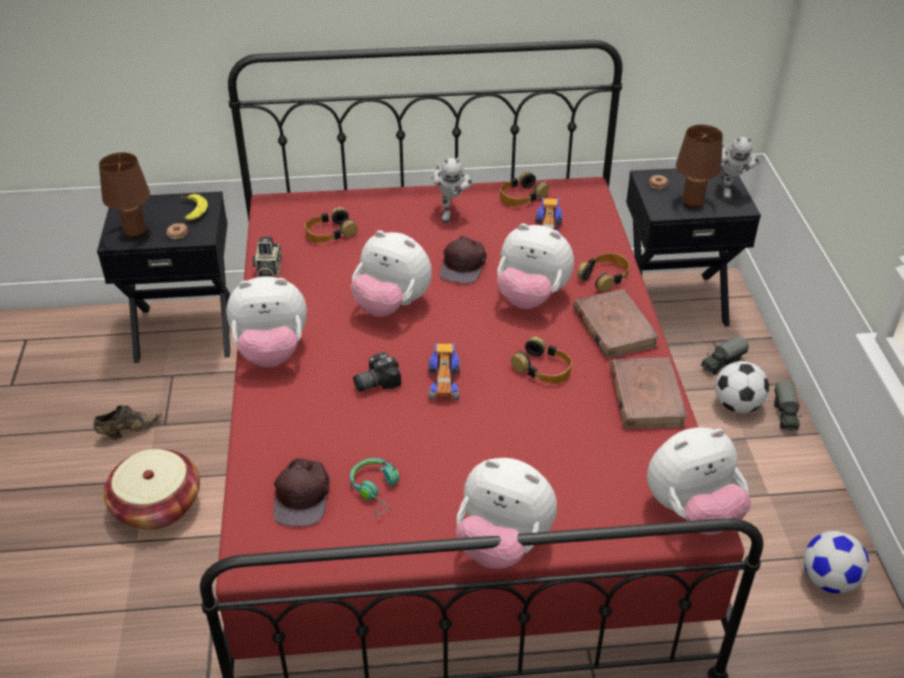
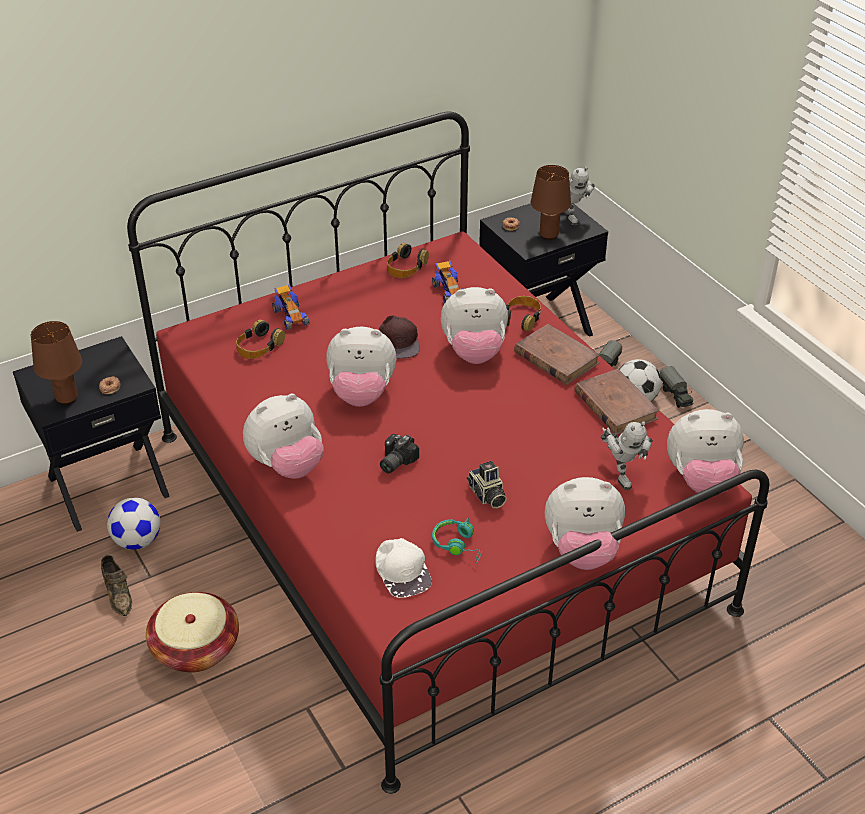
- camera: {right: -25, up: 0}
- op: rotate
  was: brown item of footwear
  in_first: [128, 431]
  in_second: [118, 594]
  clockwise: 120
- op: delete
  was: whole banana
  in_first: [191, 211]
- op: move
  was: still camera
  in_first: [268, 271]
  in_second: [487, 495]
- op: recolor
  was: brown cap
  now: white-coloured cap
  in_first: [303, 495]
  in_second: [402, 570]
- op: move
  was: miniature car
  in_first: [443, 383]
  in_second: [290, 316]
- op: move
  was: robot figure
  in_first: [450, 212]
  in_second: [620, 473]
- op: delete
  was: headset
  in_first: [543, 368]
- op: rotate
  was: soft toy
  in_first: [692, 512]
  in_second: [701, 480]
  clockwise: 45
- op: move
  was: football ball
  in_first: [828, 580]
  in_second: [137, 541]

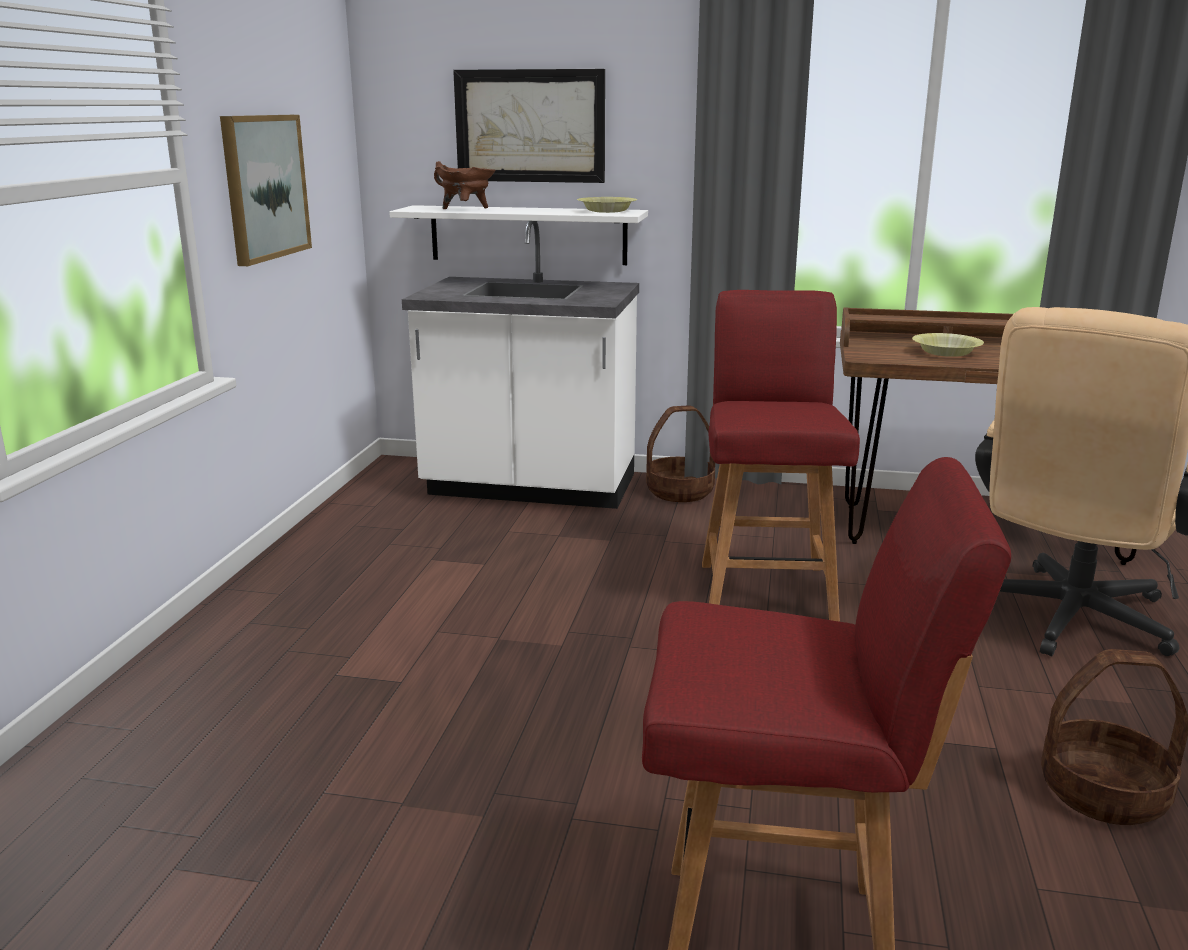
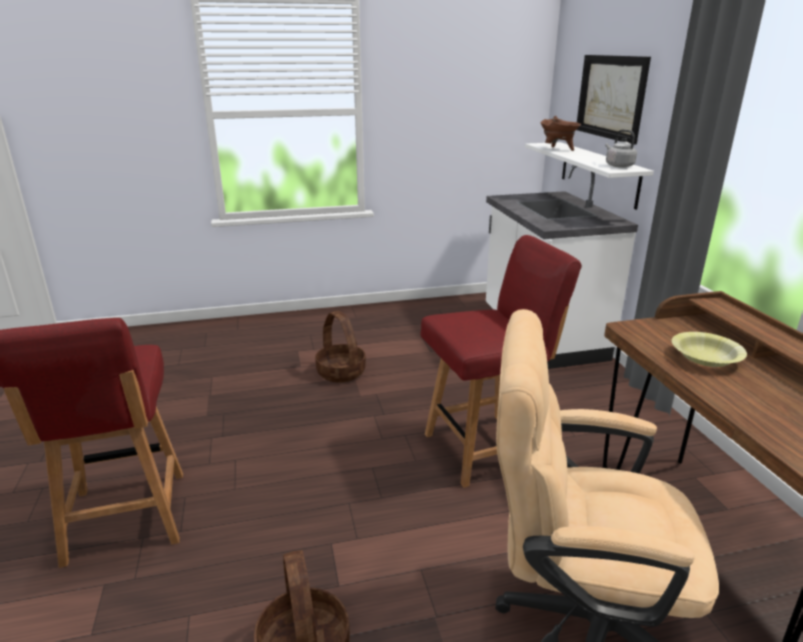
- camera: {right: 65, up: 5}
- op: delete
  was: picture
  in_first: [264, 187]
- op: replace
  was: yellow bowl
  now: gray kettle
  in_first: [607, 211]
  in_second: [618, 166]
- op: move
  was: storage basket
  in_first: [680, 492]
  in_second: [341, 372]

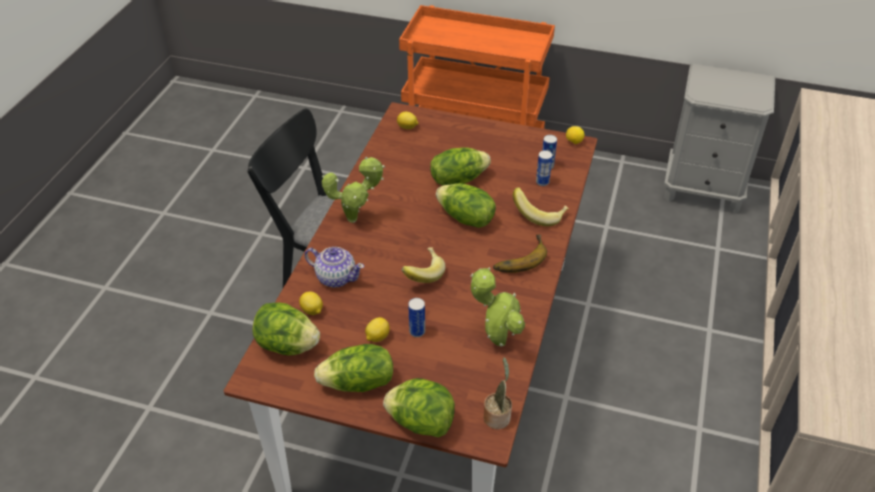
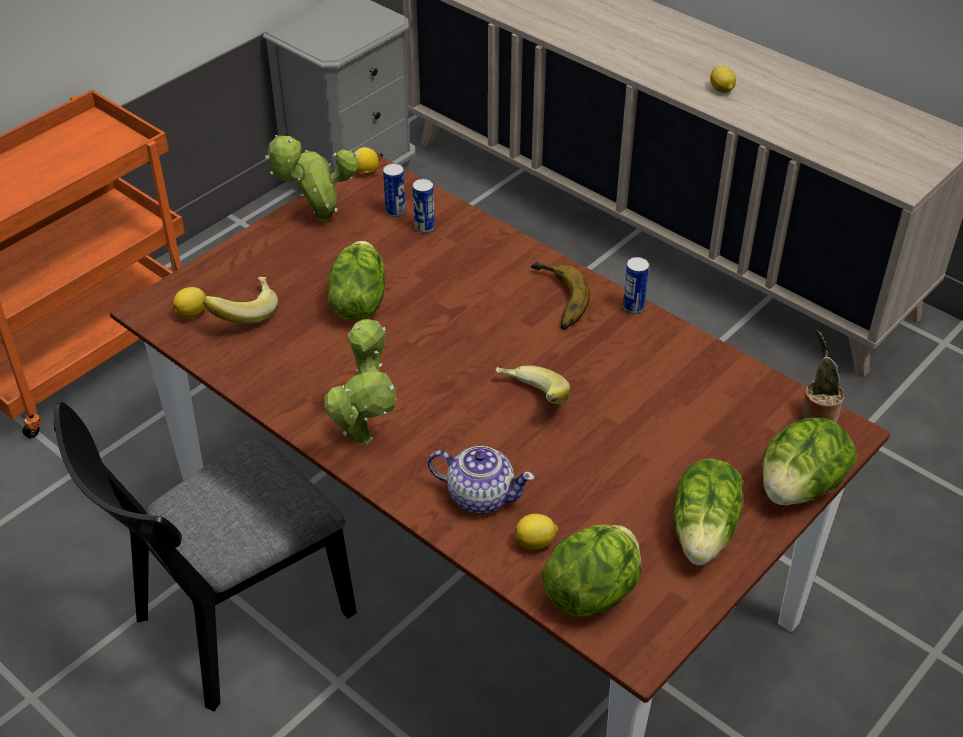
- camera: {right: -65, up: 0}
- op: rotate
  was: teapot
  in_first: [336, 277]
  in_second: [480, 495]
  clockwise: 60
- op: move
  was: lemon
  in_first: [377, 337]
  in_second: [721, 90]
- op: move
  was: can
  in_first: [417, 331]
  in_second: [633, 307]
- op: delete
  was: lettuce head
  in_first: [465, 218]
- op: move
  was: plant in a pot
  in_first: [496, 340]
  in_second: [318, 219]
- op: move
  was: whole banana
  in_first: [539, 215]
  in_second: [244, 313]

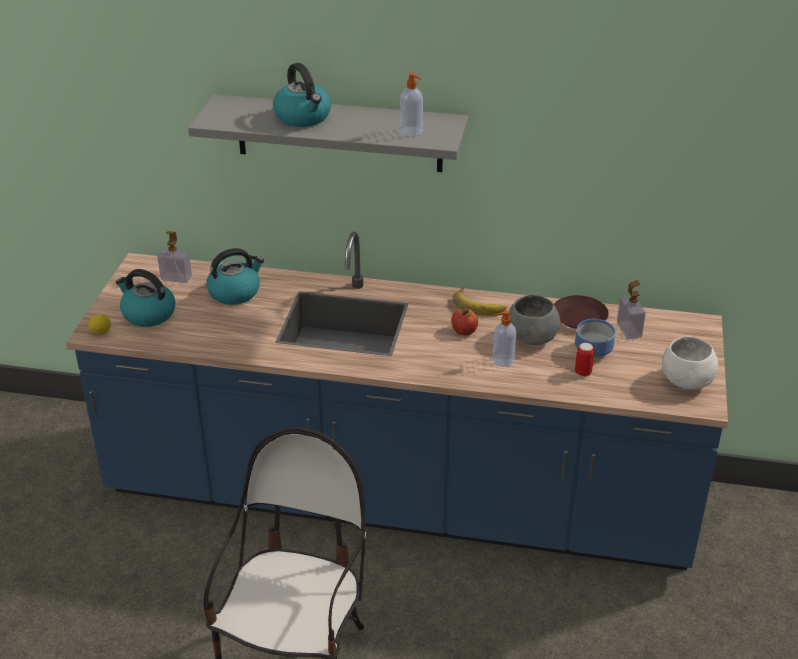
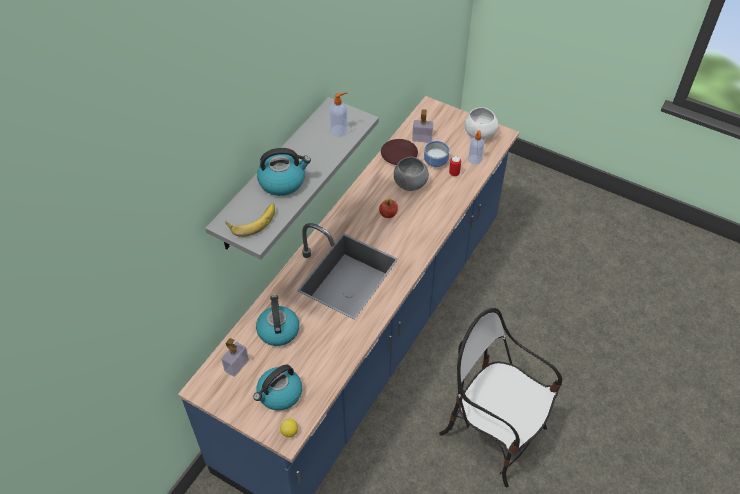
- camera: {right: -70, up: 15}
- op: move
  was: whole banana
  in_first: [479, 304]
  in_second: [252, 220]
- op: move
  was: soap bottle
  in_first: [502, 360]
  in_second: [475, 160]

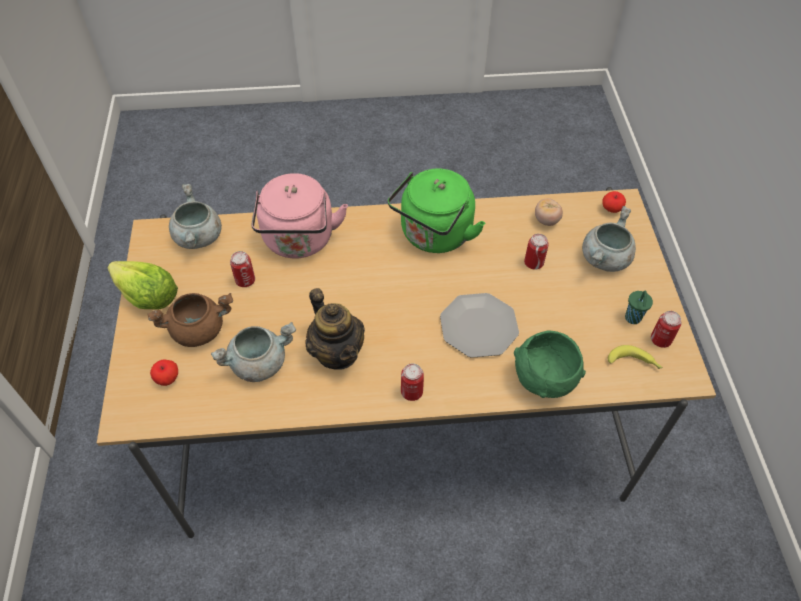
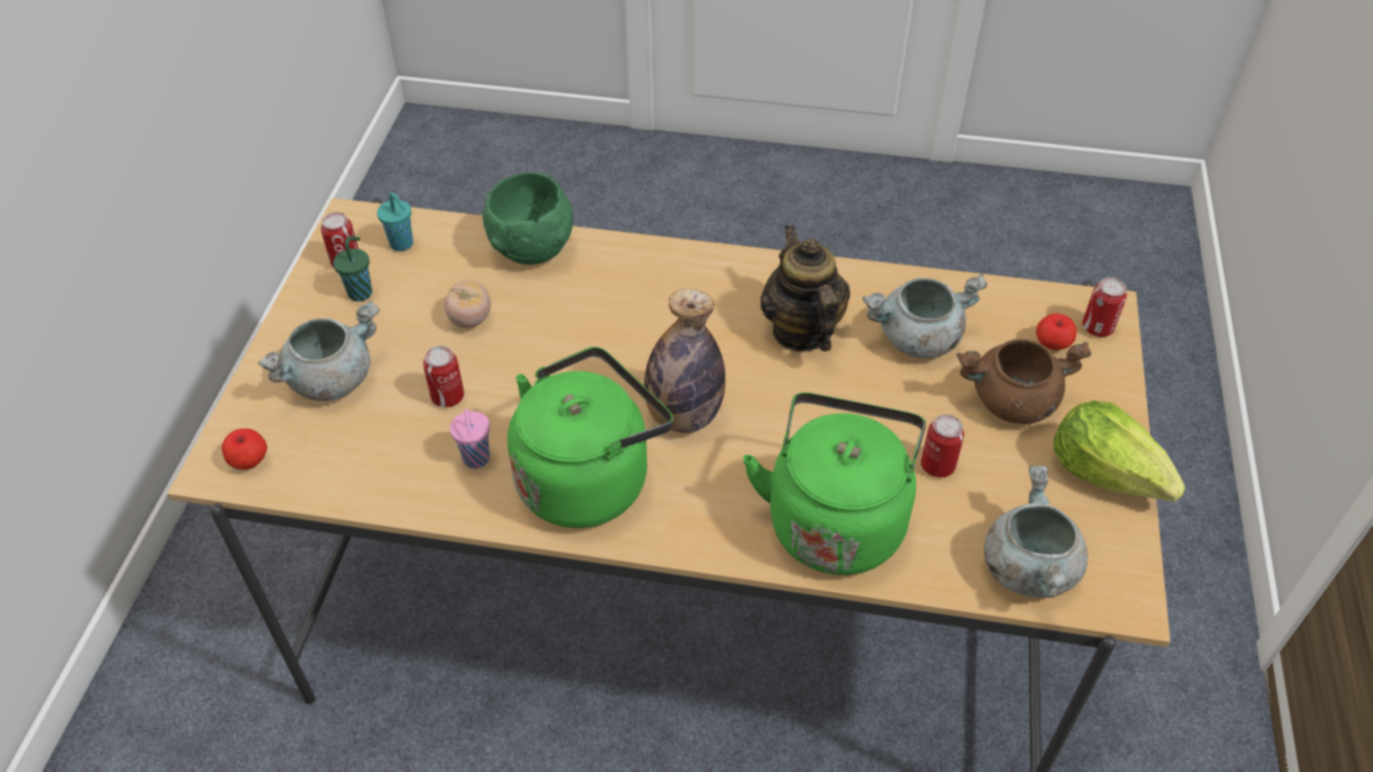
- camera: {right: -165, up: -5}
- op: recolor
  was: pinkish kettle
  now: green kettle
  in_first: [299, 241]
  in_second: [836, 519]
- op: move
  was: can
  in_first: [411, 392]
  in_second: [1097, 328]
- op: delete
  was: flat dish
  in_first: [478, 326]
- op: move
  was: fresh tomato
  in_first: [546, 220]
  in_second: [470, 319]
- op: replace
  was: whole banana
  now: blue-green drinking cup
  in_first: [634, 363]
  in_second: [402, 244]
- op: insert
  now: pinkish drinking cup
  in_second: [476, 460]
- op: insert
  now: bottle
  in_second: [683, 416]

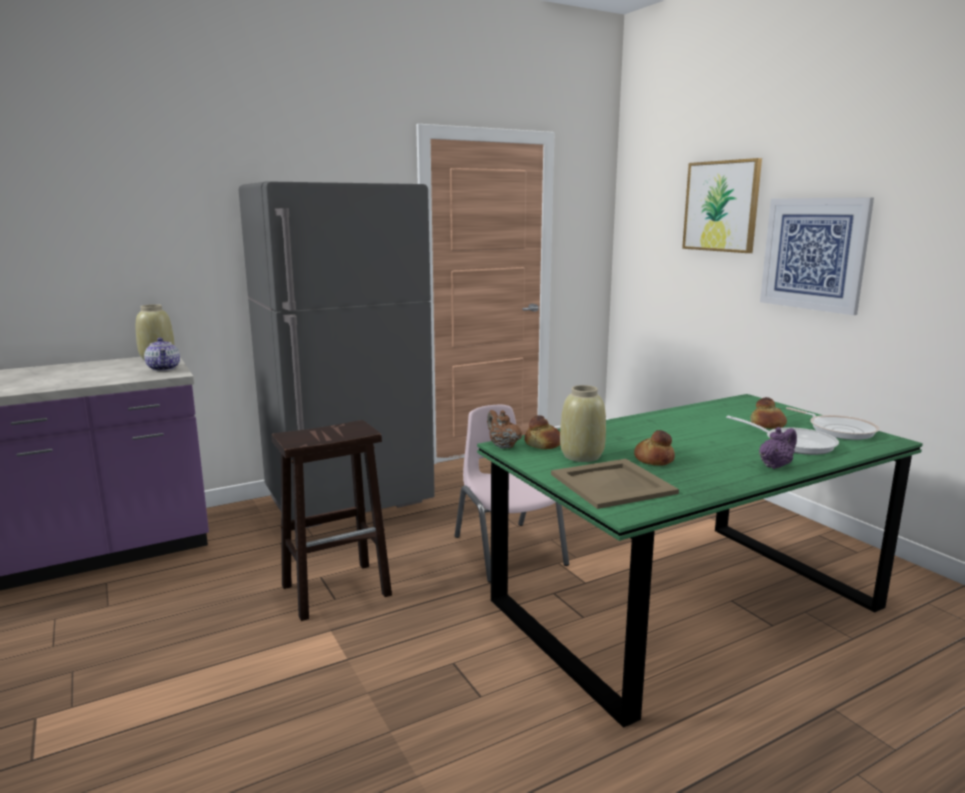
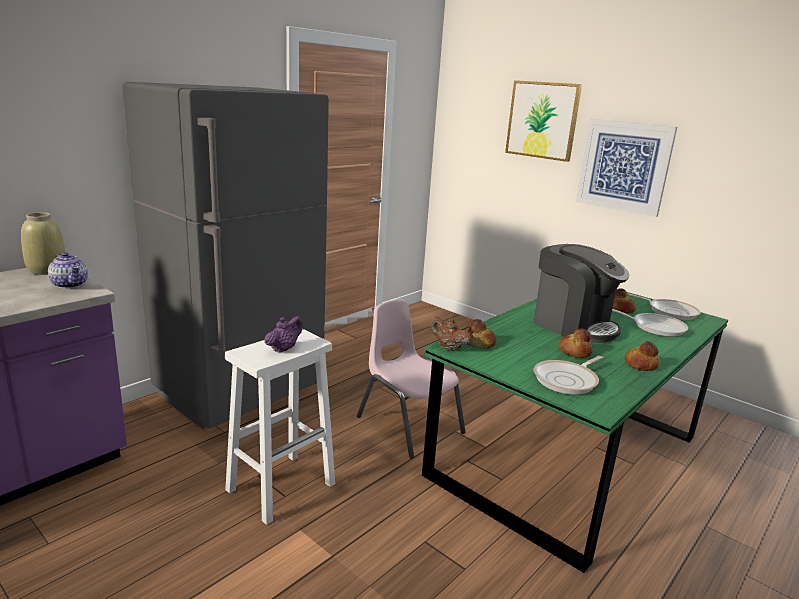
- camera: {right: -20, up: 5}
- op: recolor
  was: brown stool
  now: white-coloured stool
  in_first: [337, 590]
  in_second: [282, 486]
- op: replace
  was: beige-coloured tray
  now: skillet
  in_first: [613, 484]
  in_second: [568, 380]
- op: delete
  was: beige-coloured decorative vase
  in_first: [581, 456]
- op: move
  was: purple teapot
  in_first: [775, 466]
  in_second: [283, 349]
- op: insert
  now: coffee maker
  in_second: [573, 325]
- op: insert
  now: baked bread
  in_second: [640, 364]

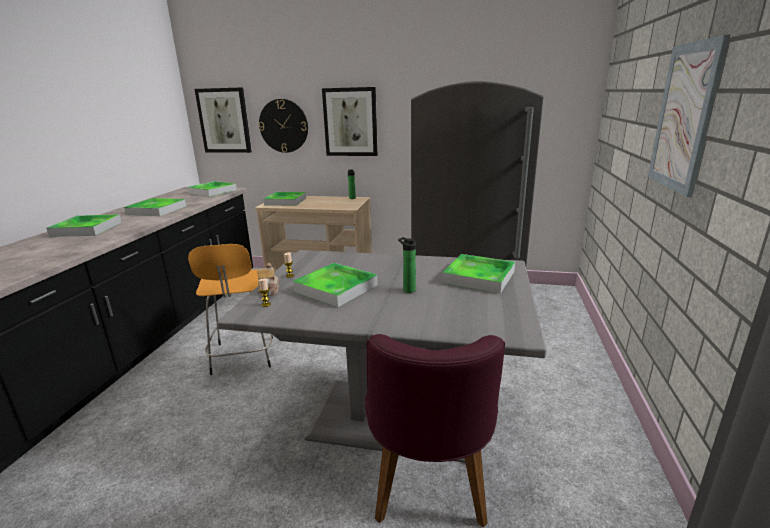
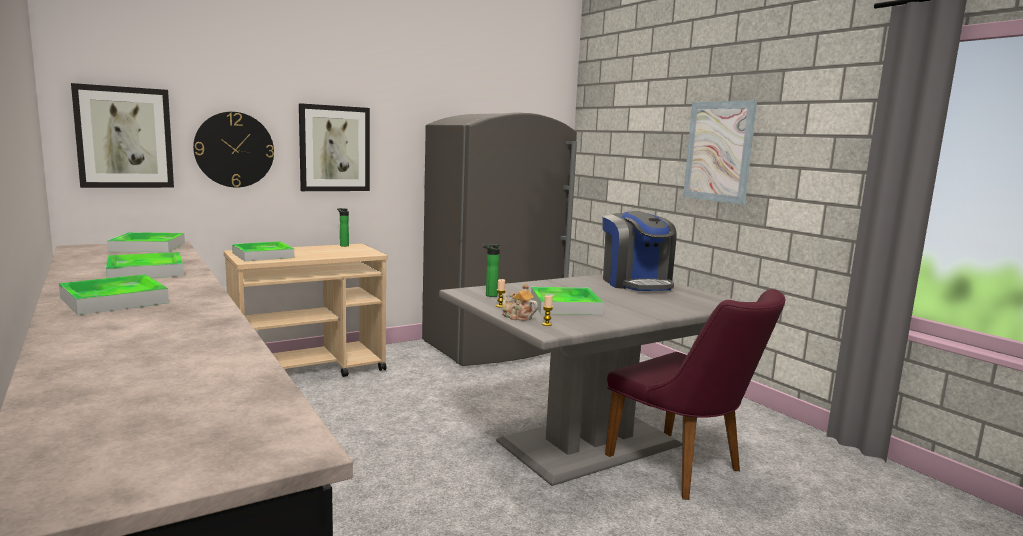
- camera: {right: -45, up: -10}
- op: delete
  was: orangey stool
  in_first: [243, 357]
- op: move
  was: bottle
  in_first: [407, 289]
  in_second: [489, 295]
- op: replace
  was: tray
  now: coffee maker
  in_first: [479, 277]
  in_second: [636, 283]

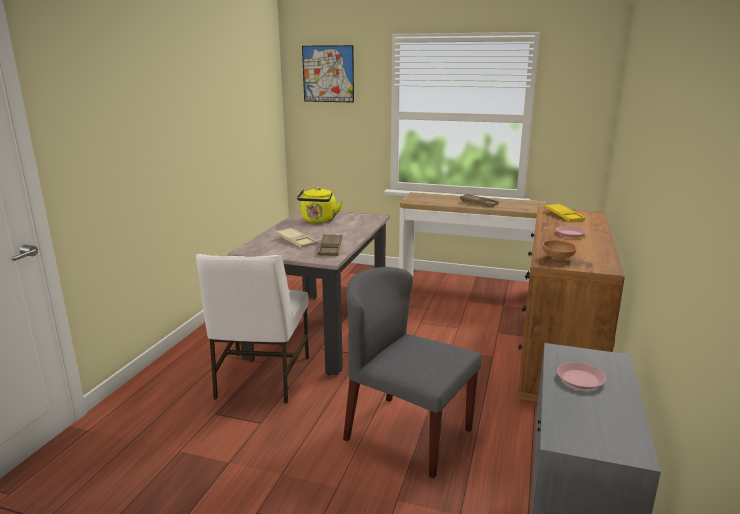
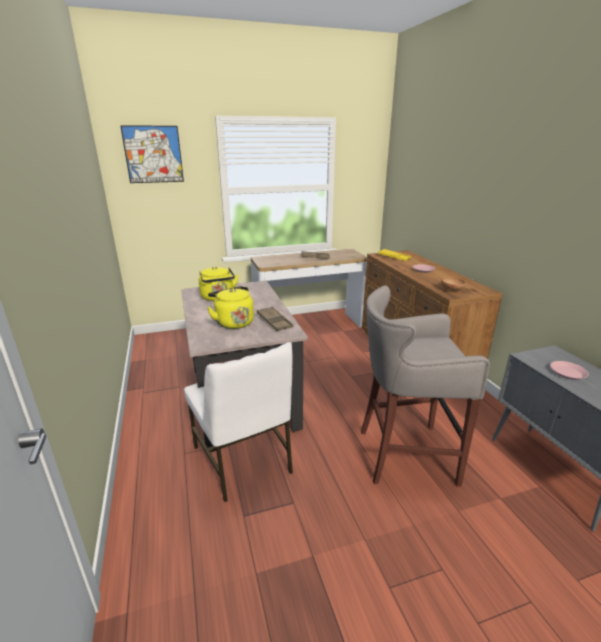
- camera: {right: -35, up: 5}
- op: replace
  was: beige-coloured tray
  now: yellow kettle
  in_first: [296, 241]
  in_second: [233, 322]
- op: replace
  was: gray upright chair
  now: gray stool
  in_first: [407, 434]
  in_second: [403, 454]

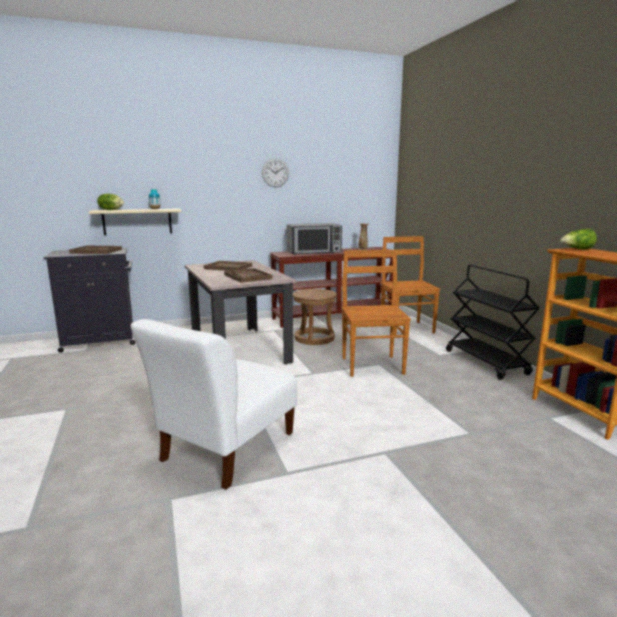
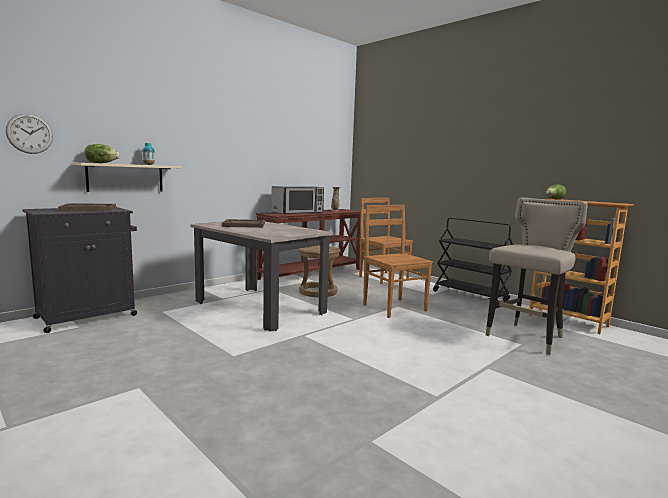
- camera: {right: -25, up: -5}
- op: delete
  was: white-coloured upright chair
  in_first: [225, 450]
- op: delete
  was: brown tray
  in_first: [247, 277]
- op: move
  was: wall clock
  in_first: [275, 173]
  in_second: [30, 133]
- op: insert
  now: beige-coloured stool
  in_second: [526, 338]

